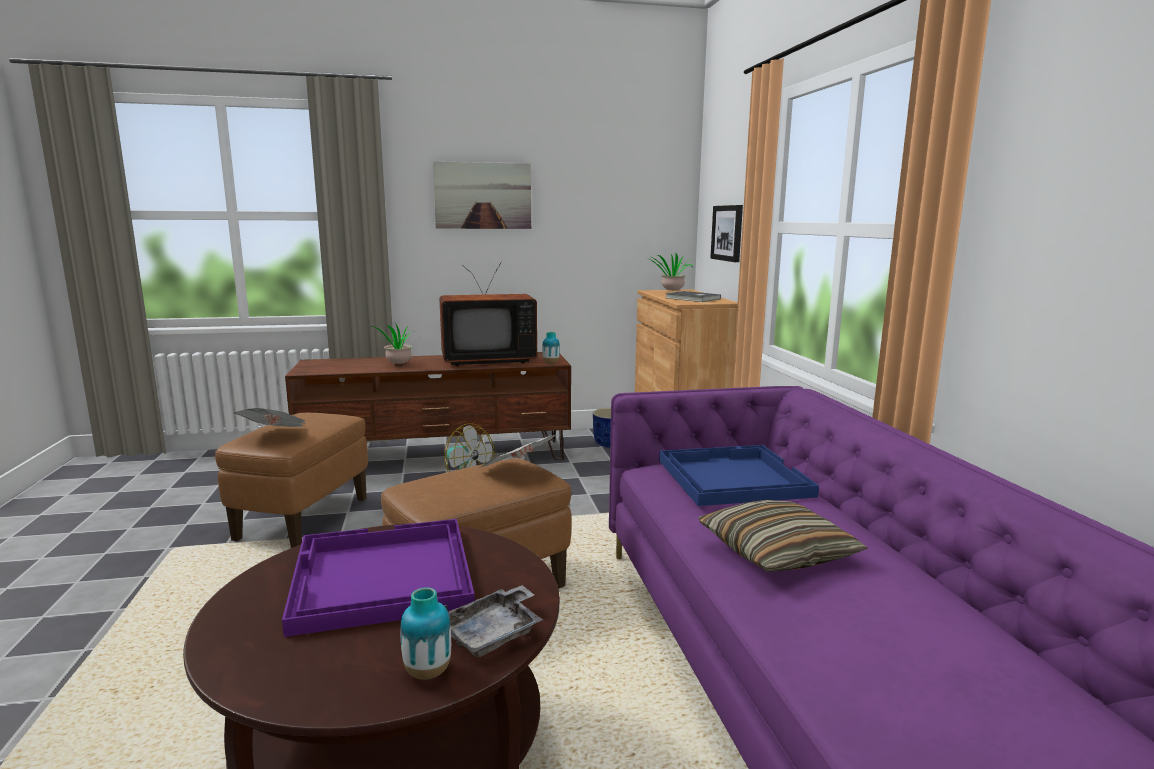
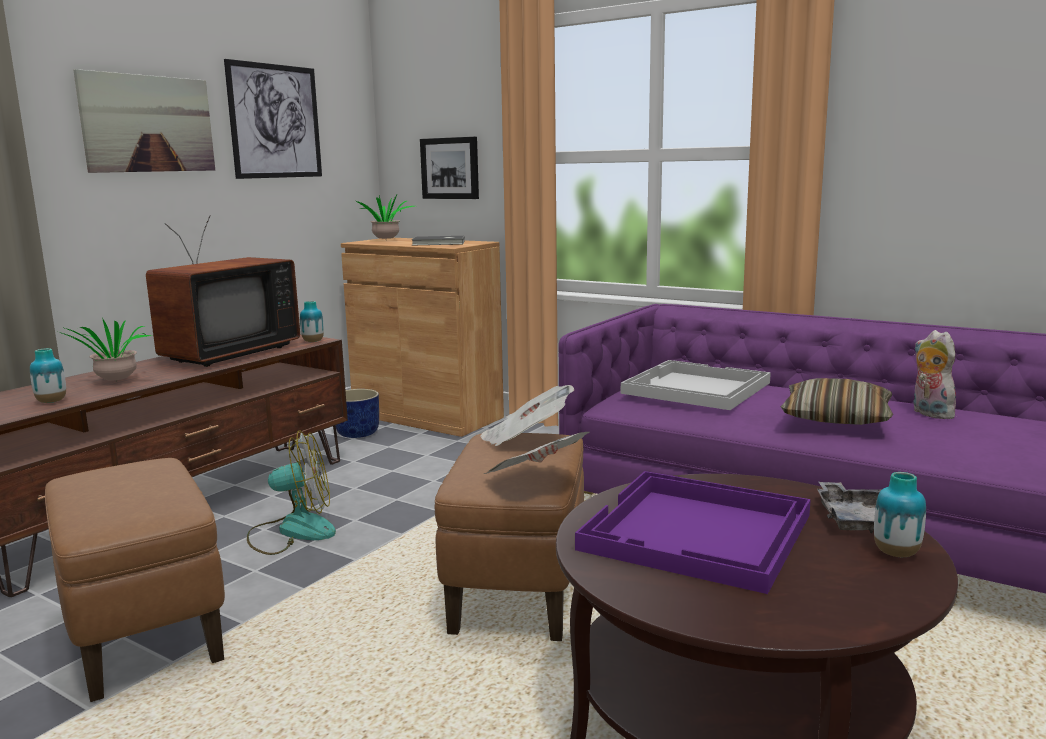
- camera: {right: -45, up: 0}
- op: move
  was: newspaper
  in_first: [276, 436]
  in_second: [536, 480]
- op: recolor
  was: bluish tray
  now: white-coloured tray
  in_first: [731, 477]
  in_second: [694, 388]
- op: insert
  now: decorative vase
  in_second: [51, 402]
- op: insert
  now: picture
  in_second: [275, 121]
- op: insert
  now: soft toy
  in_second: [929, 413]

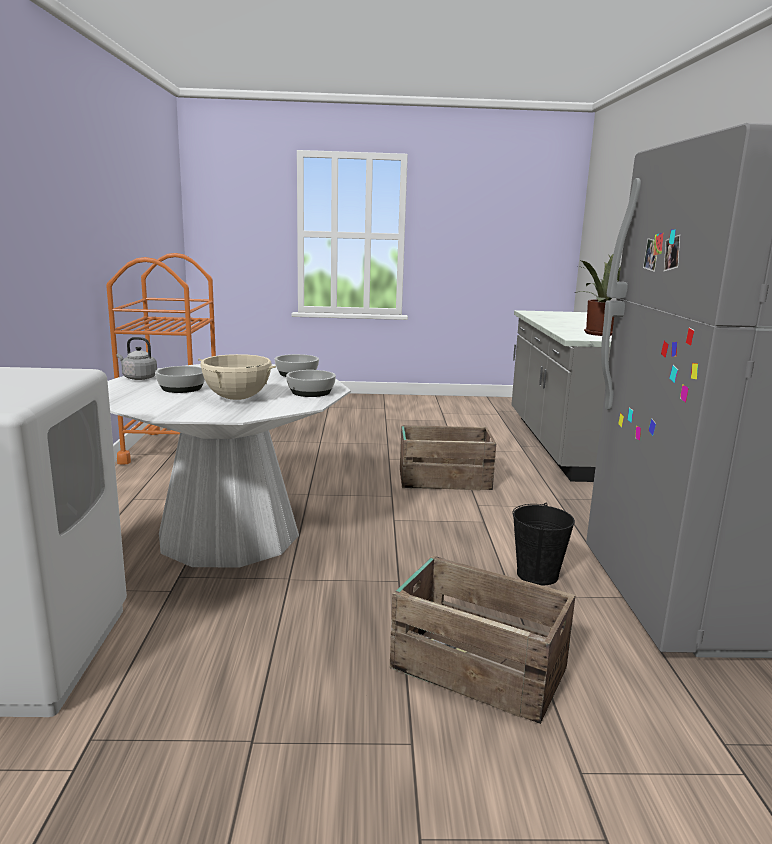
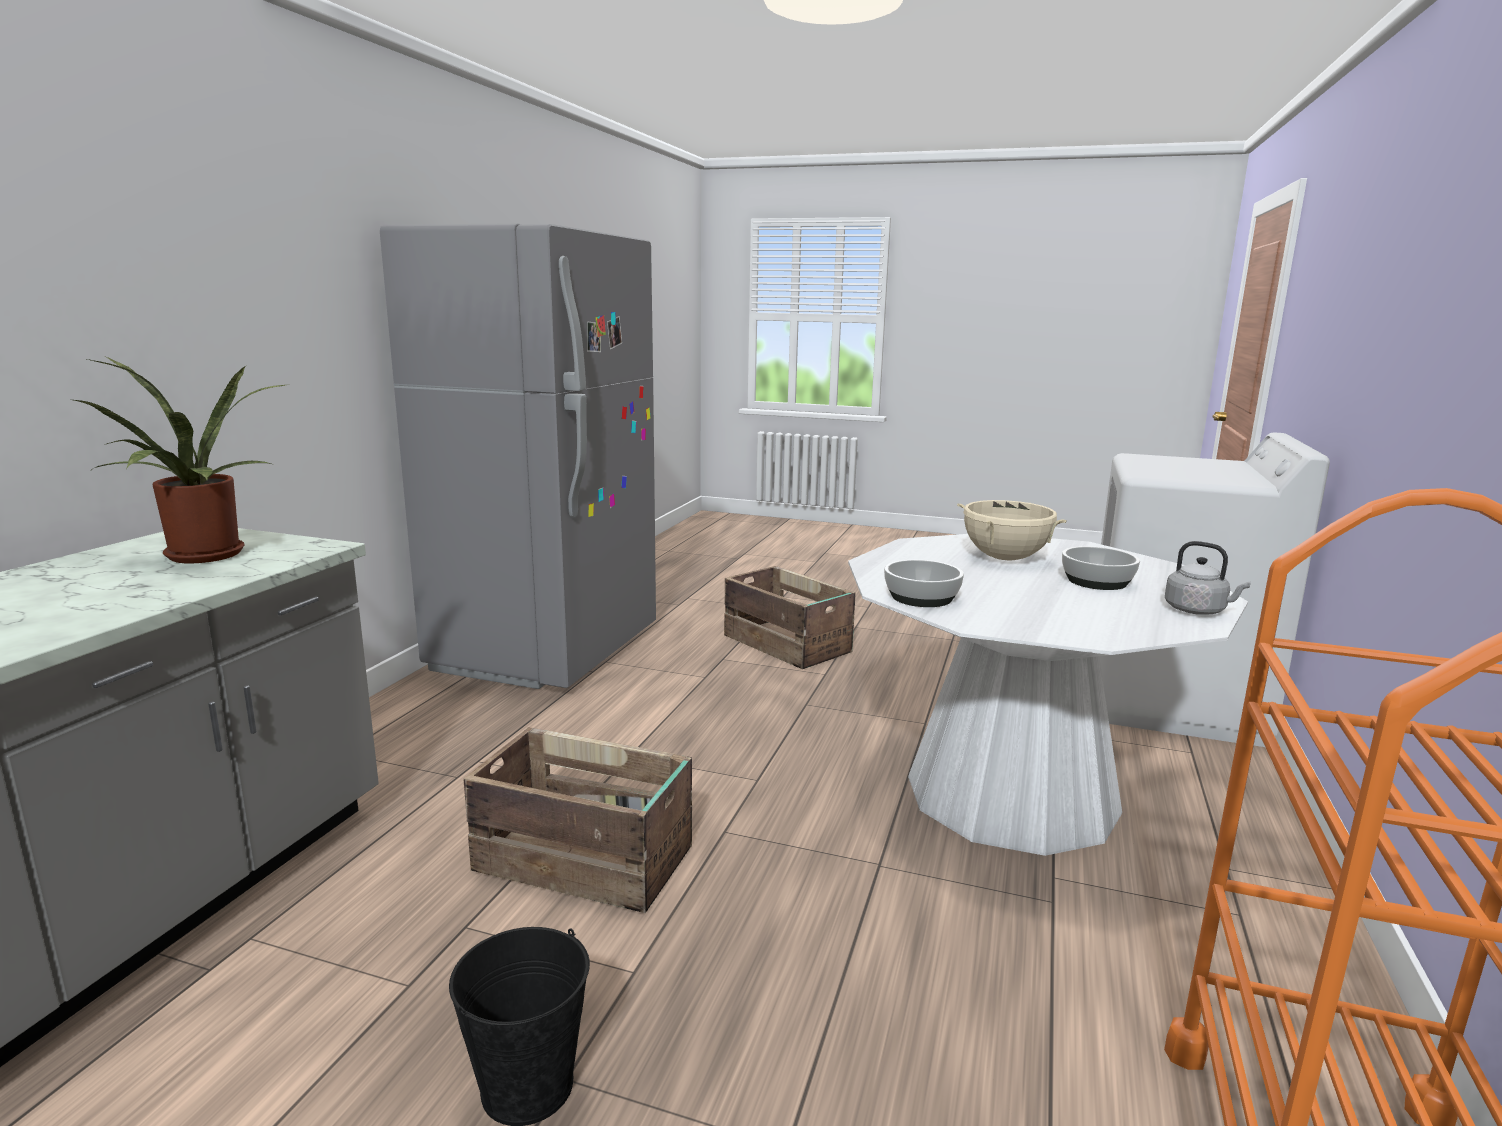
- camera: {right: -160, up: 0}
- op: delete
  was: bowl
  in_first: [310, 392]
- op: move
  was: black-coloured pail
  in_first: [537, 574]
  in_second: [526, 1086]

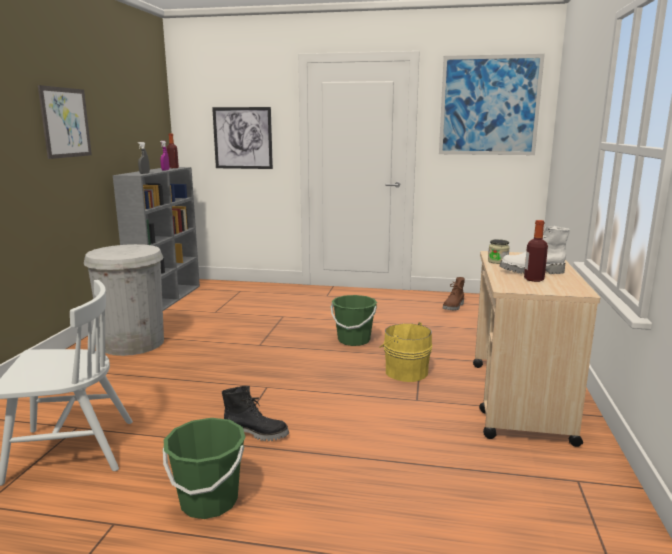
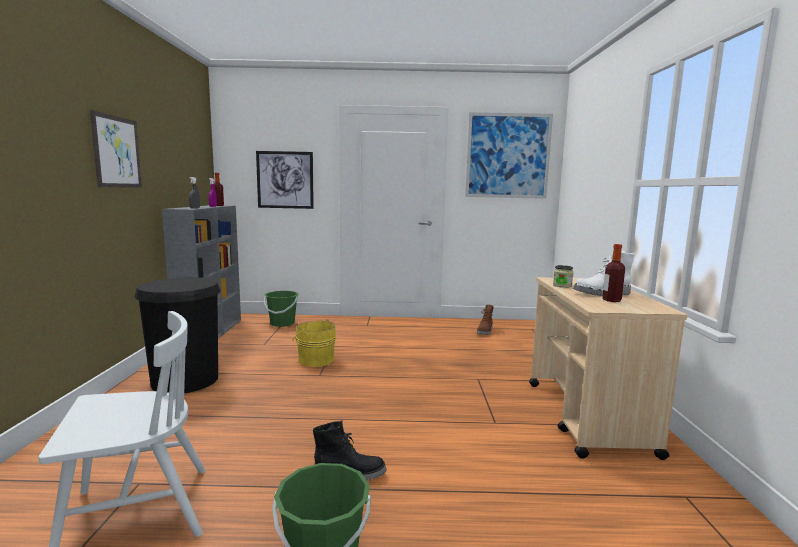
- camera: {right: -10, up: -5}
- op: recolor
  was: white-coloured rubbish bin
  now: black-coloured rubbish bin
  in_first: [133, 343]
  in_second: [185, 380]
- op: move
  was: green pail
  in_first: [353, 340]
  in_second: [282, 323]
- op: move
  was: yellow pail
  in_first: [405, 371]
  in_second: [315, 360]

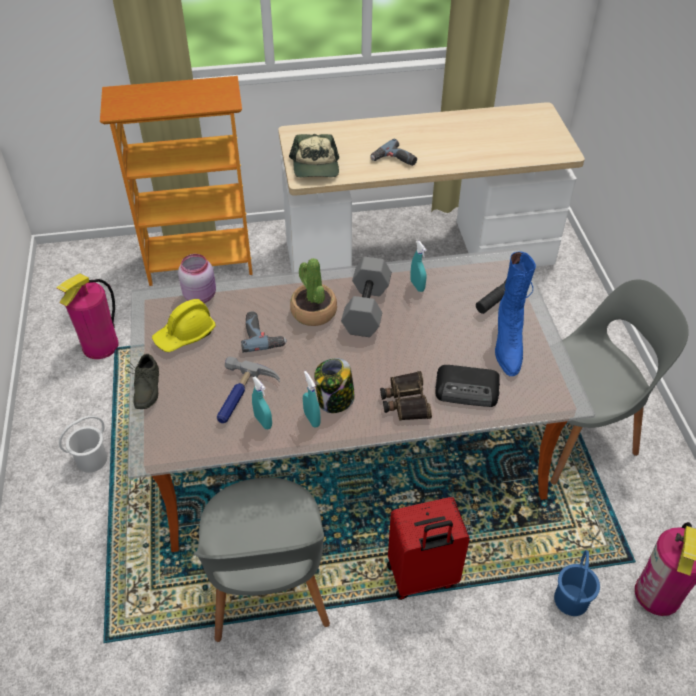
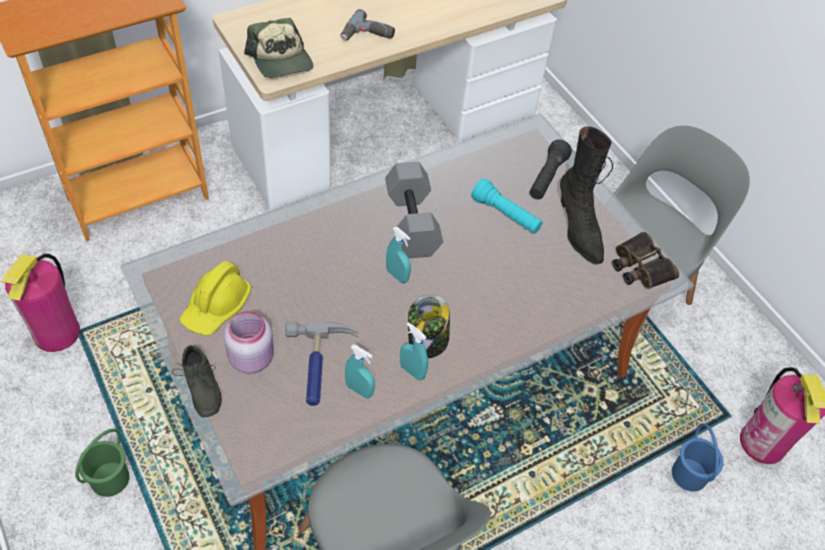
- camera: {right: -25, up: 5}
- op: recolor
  was: white-coloured pail
  now: green pail
  in_first: [92, 460]
  in_second: [110, 479]
- op: move
  was: pinkish preserve jar
  in_first: [201, 295]
  in_second: [252, 357]
- op: delete
  was: power drill
  in_first: [262, 335]
- op: delete
  was: plant in a pot
  in_first: [313, 312]
- op: move
  was: pair of binoculars
  in_first: [405, 401]
  in_second: [639, 267]
- op: delete
  was: red travel case
  in_first: [422, 577]
- op: move
  was: blue-green hand sprayer
  in_first: [417, 286]
  in_second: [397, 275]
- op: delete
  was: radio set
  in_first: [468, 389]
- op: recolor
  was: bluish tall boot
  now: black-coloured tall boot
  in_first: [507, 345]
  in_second: [578, 229]
- op: insert
  now: blue-green flashlight
  in_second: [506, 215]

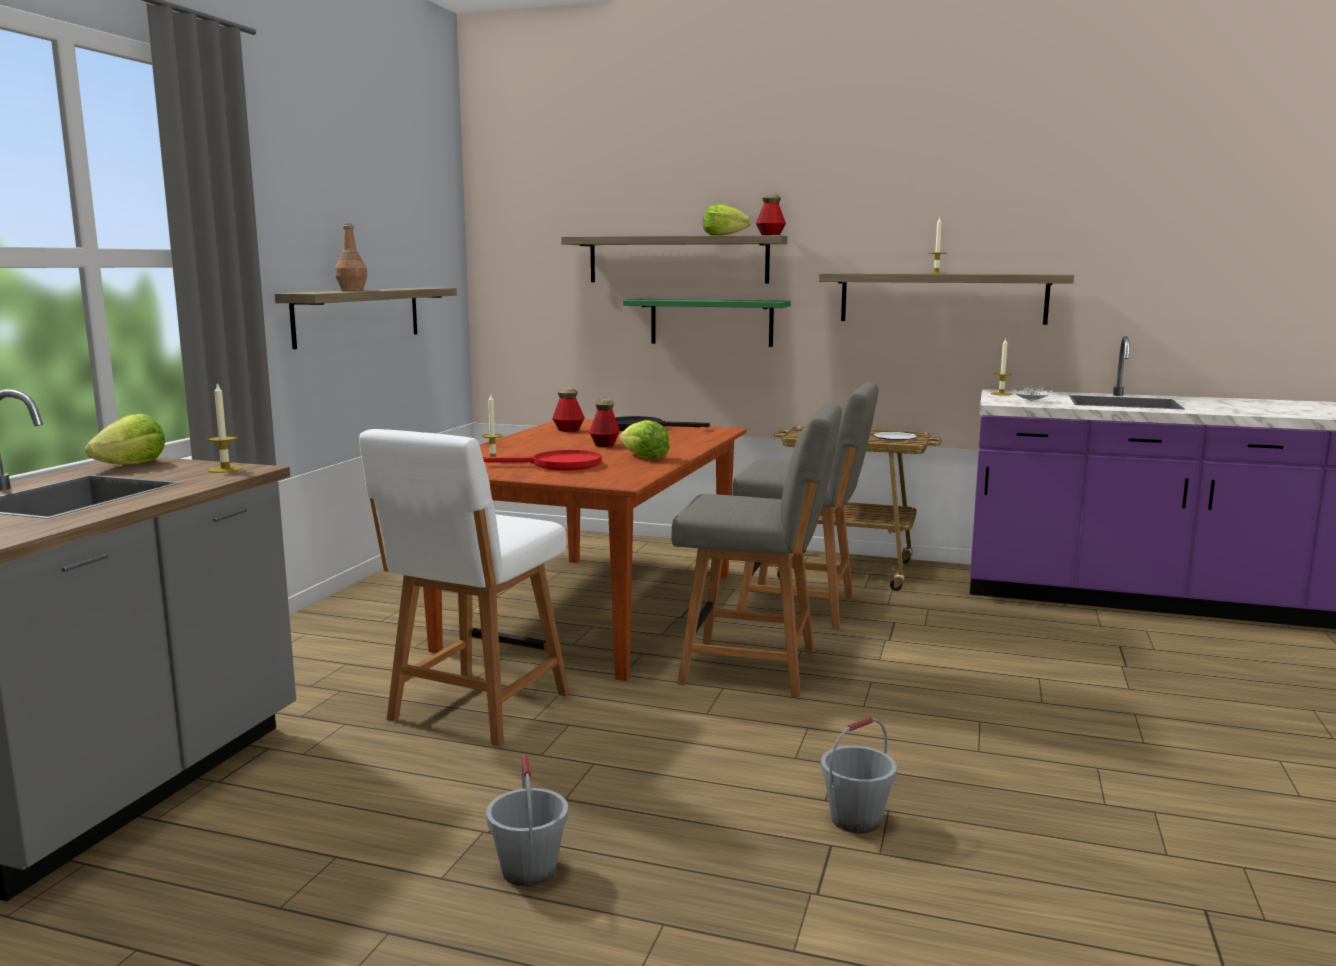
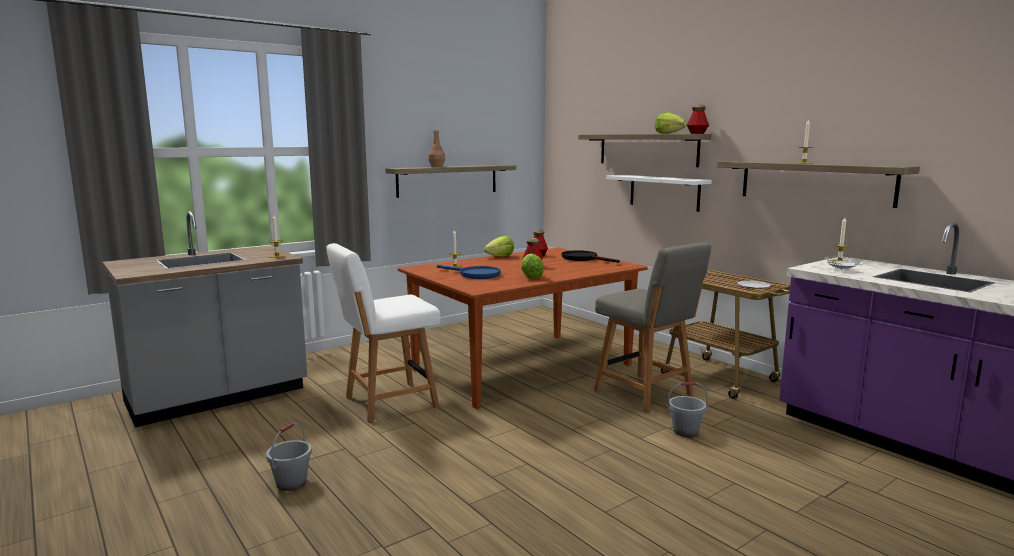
- camera: {right: 35, up: 0}
- op: move
  was: lettuce head
  in_first: [131, 465]
  in_second: [500, 256]
- op: recolor
  was: red skillet
  now: bluish skillet
  in_first: [556, 465]
  in_second: [474, 274]
- op: recolor
  was: green bracket shelf
  now: white-coloured bracket shelf
  in_first: [711, 322]
  in_second: [664, 192]
- op: delete
  was: gray upright chair
  in_first: [755, 668]
- op: move
  was: gray pail
  in_first: [856, 820]
  in_second: [685, 432]

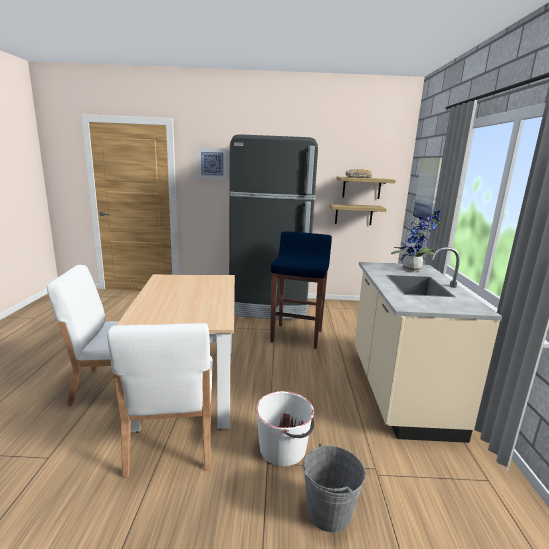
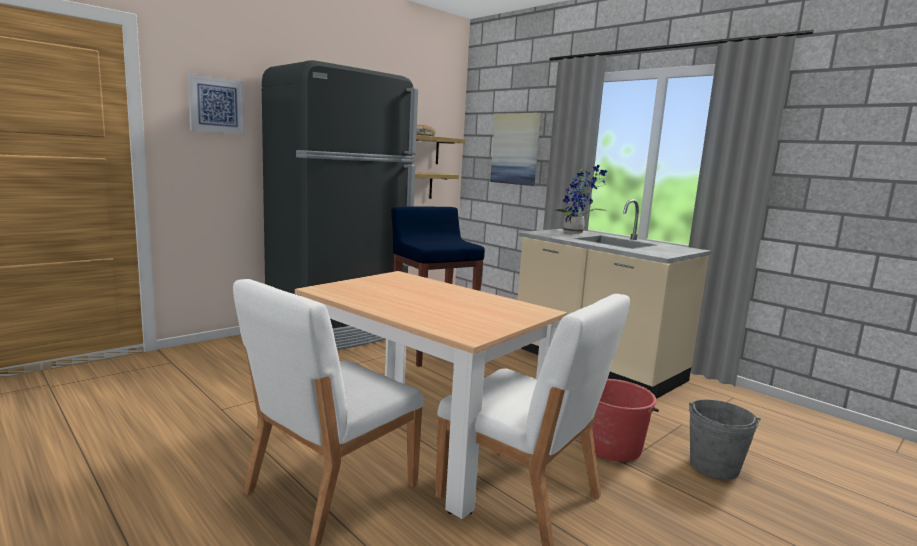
- camera: {right: -45, up: -5}
- op: recolor
  was: white-coloured pail
  now: red pail
  in_first: [283, 449]
  in_second: [613, 446]

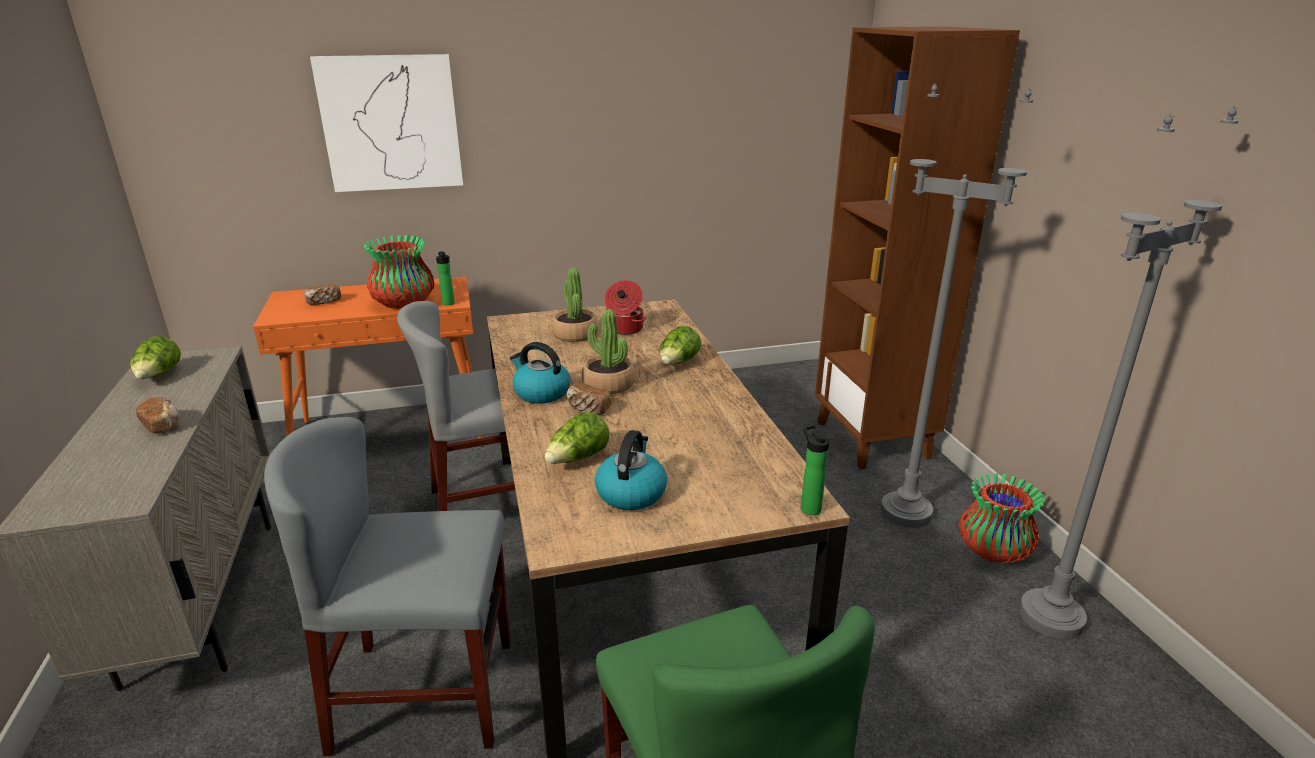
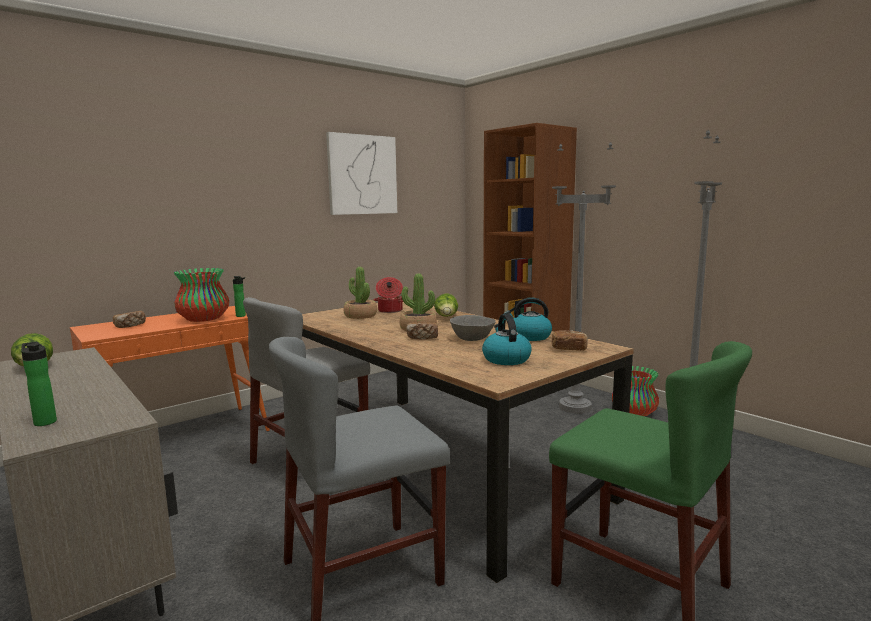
- camera: {right: -25, up: -15}
- op: move
  was: baked bread
  in_first: [163, 425]
  in_second: [569, 349]
- op: move
  was: picture
  in_first: [391, 123]
  in_second: [362, 175]
- op: move
  was: kettle
  in_first: [541, 393]
  in_second: [529, 337]
- op: delete
  was: lettuce head
  in_first: [578, 458]
- op: move
  was: bottle
  in_first: [809, 507]
  in_second: [44, 421]
- op: insert
  now: gray bowl
  in_second: [472, 339]

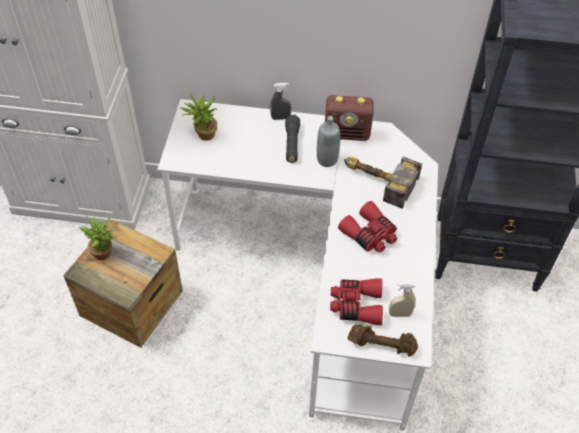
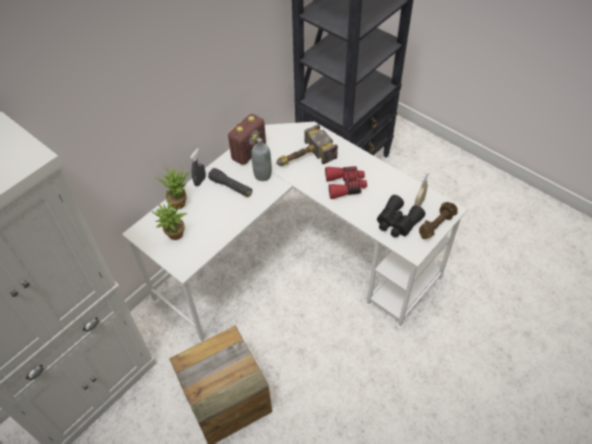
- camera: {right: -55, up: 0}
- op: move
  was: plant in a pot
  in_first: [106, 253]
  in_second: [179, 201]
- op: recolor
  was: red pair of binoculars
  now: black-coloured pair of binoculars
  in_first: [356, 305]
  in_second: [397, 222]

